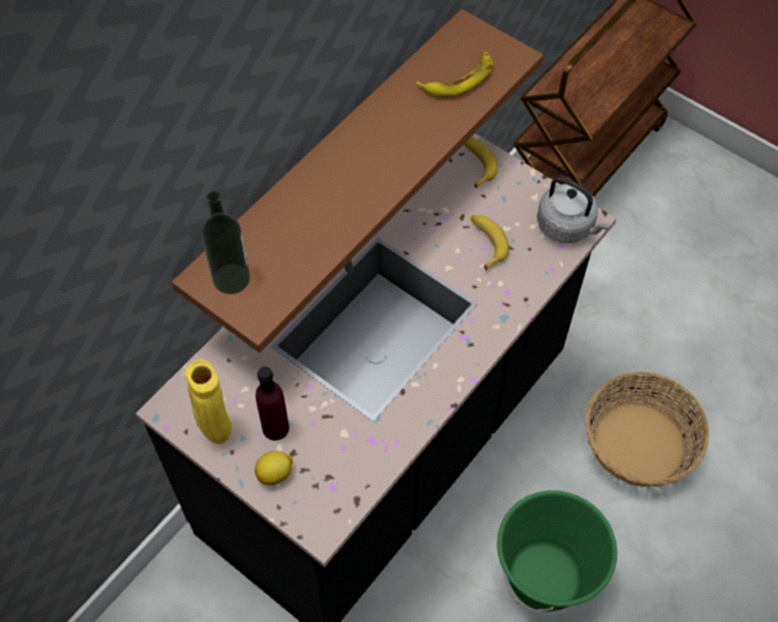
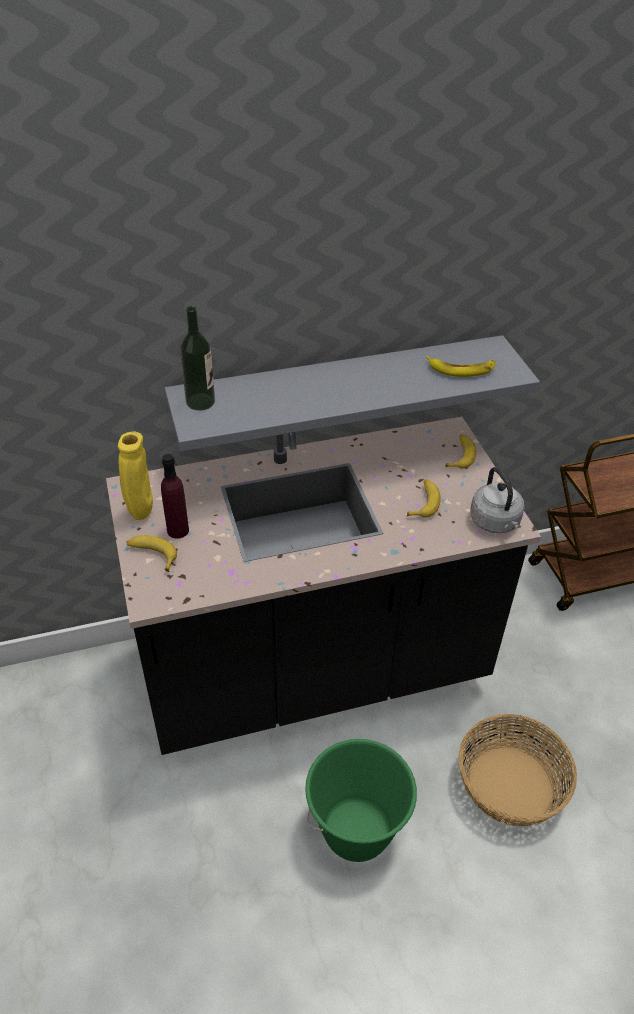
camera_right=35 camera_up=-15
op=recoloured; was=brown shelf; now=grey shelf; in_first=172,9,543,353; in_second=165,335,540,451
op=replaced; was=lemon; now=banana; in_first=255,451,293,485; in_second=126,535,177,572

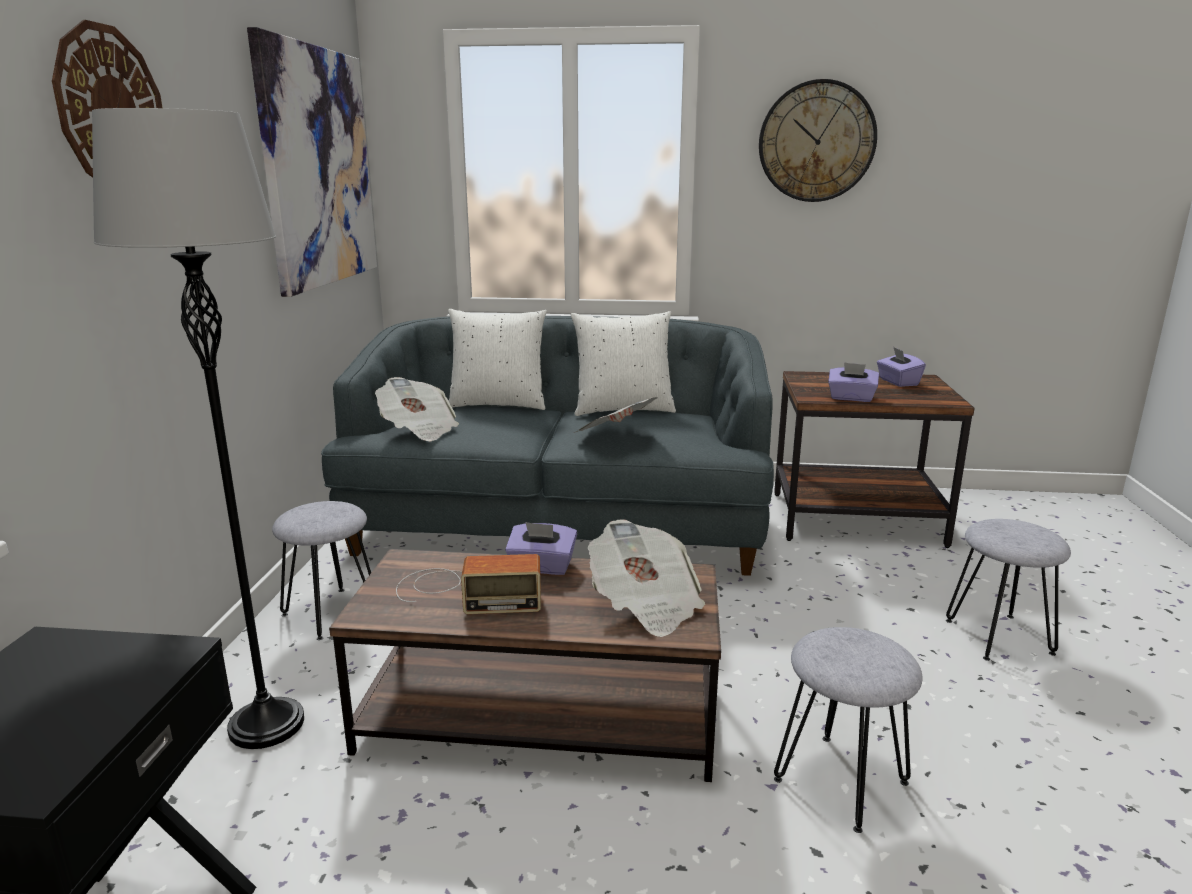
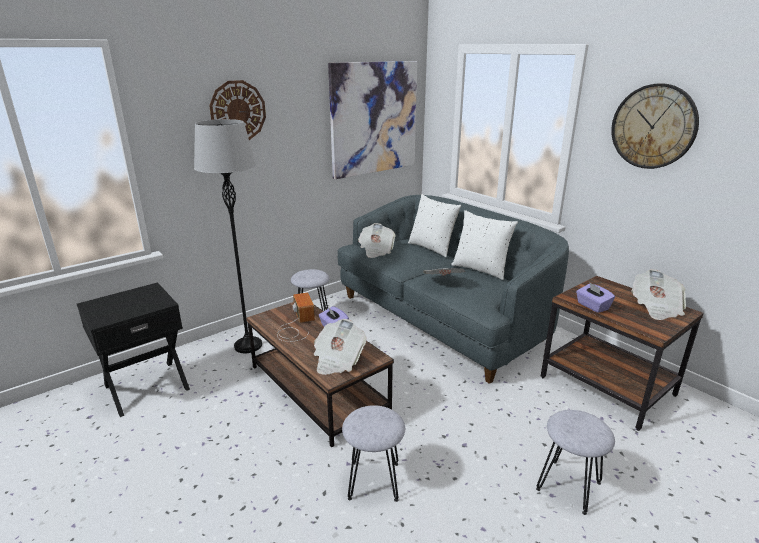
camera_right=45 camera_up=5
op=replaced; was=purple tissue box; now=newspaper; in_first=877,347,926,387; in_second=632,269,686,320
op=turned; was=radio; in_first=396,554,541,614; in_second=277,292,315,342; clockwise=-150

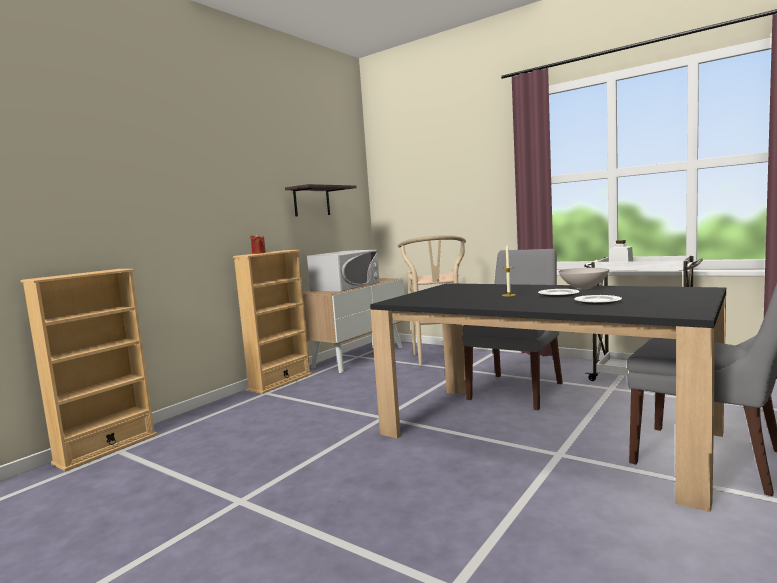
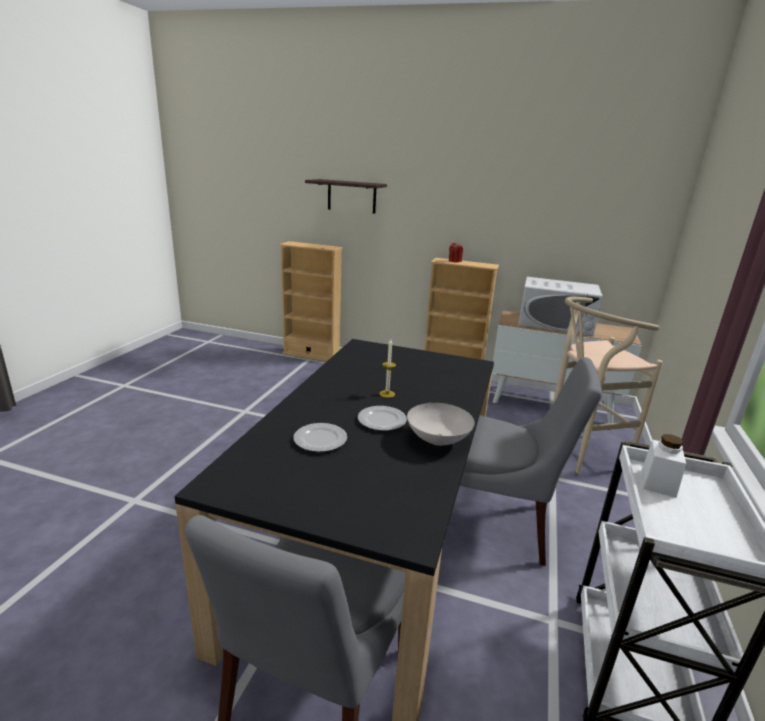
camera_right=70 camera_up=15
op=moved; was=shelf; in_first=285,184,357,217; in_second=305,179,387,214

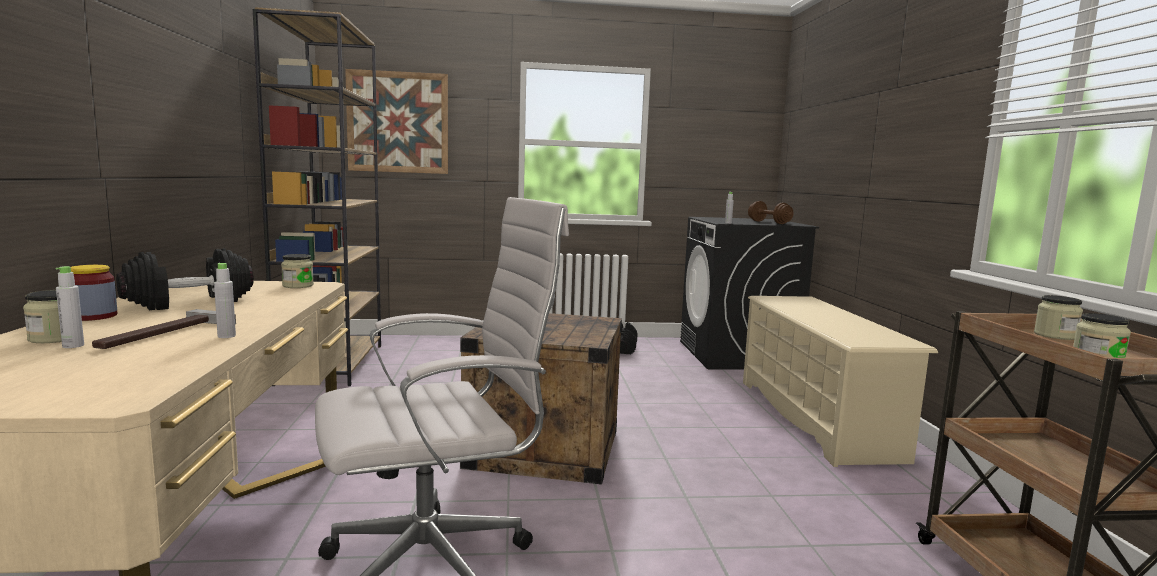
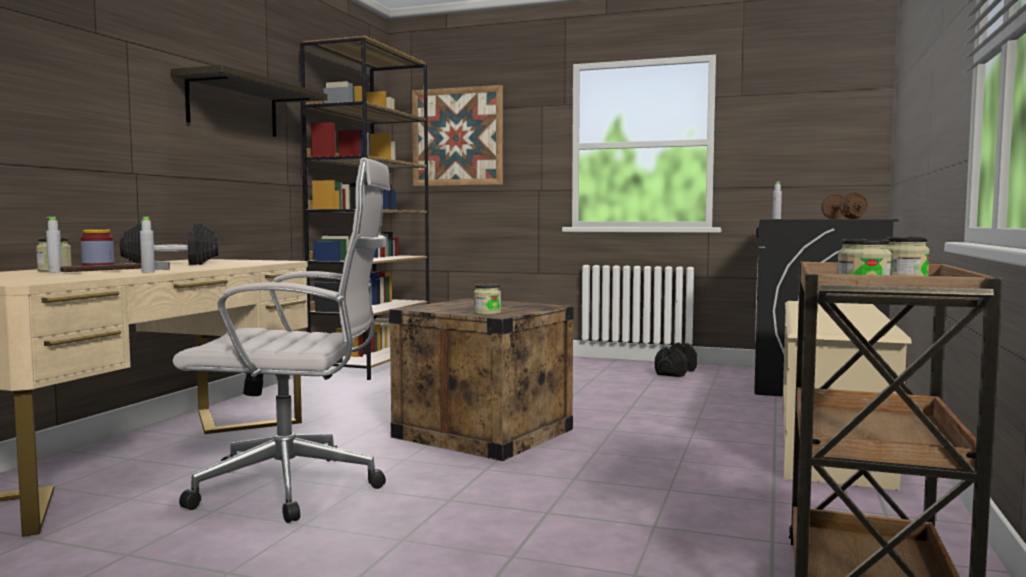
camera_right=25 camera_up=-5
op=moved; was=jar; in_first=281,254,314,288; in_second=474,284,501,315
op=added; now=shelf; in_second=171,65,328,137

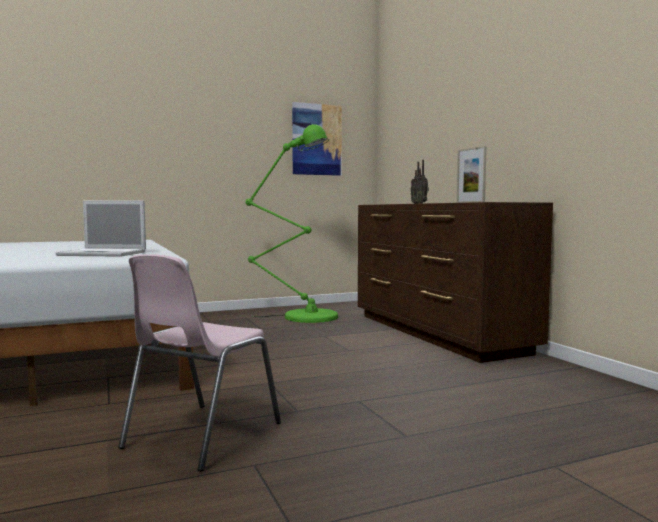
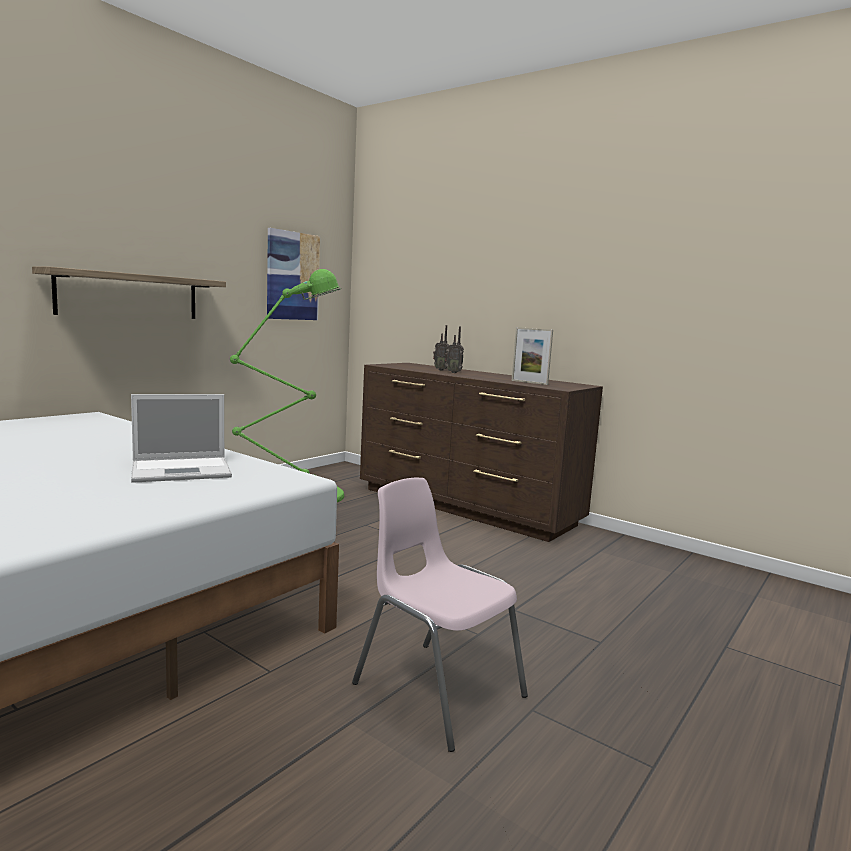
camera_right=-30 camera_up=5
op=turned; was=pink chair; in_first=118,254,281,471; in_second=352,478,528,752; clockwise=135
op=added; now=shelf; in_second=32,266,226,319

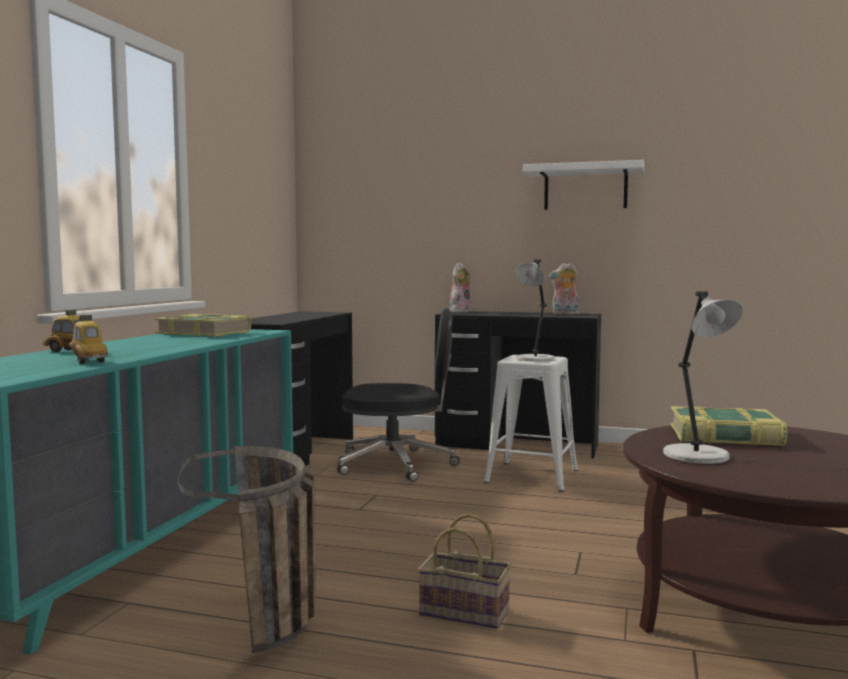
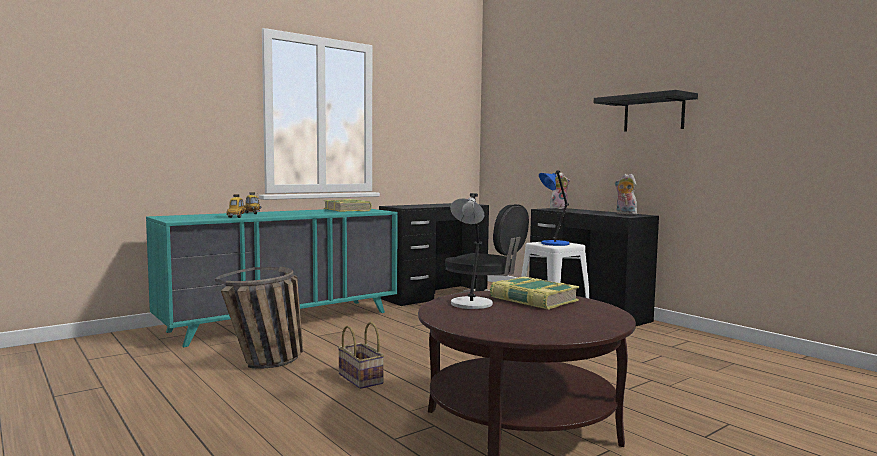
camera_right=35 camera_up=0
op=recoloured; was=white shelf; now=black shelf; in_first=523,160,644,210; in_second=594,90,698,132
op=recoloured; was=grey table lamp; now=blue table lamp; in_first=515,259,555,362; in_second=539,170,570,246

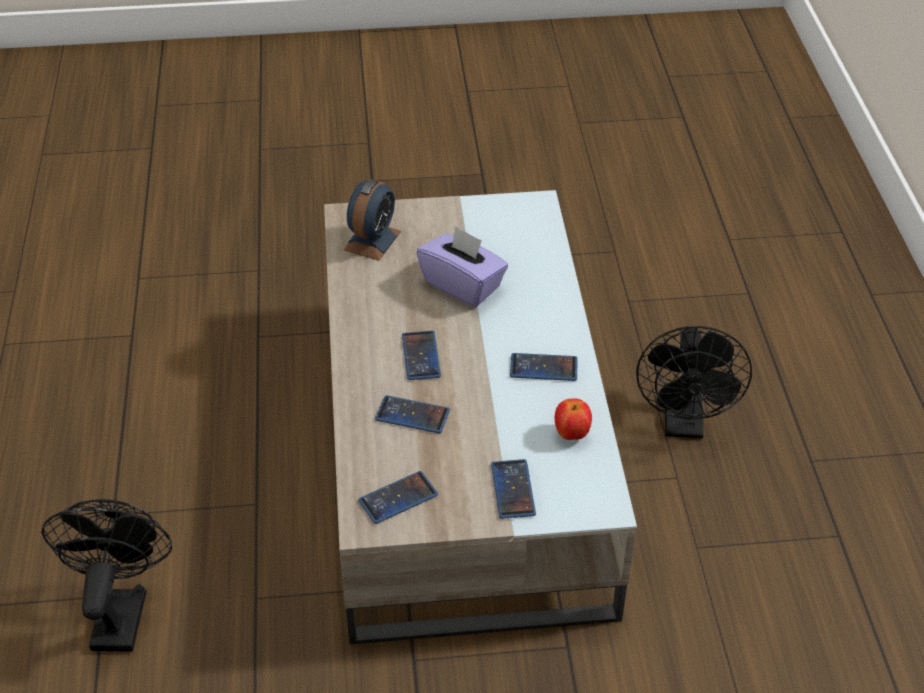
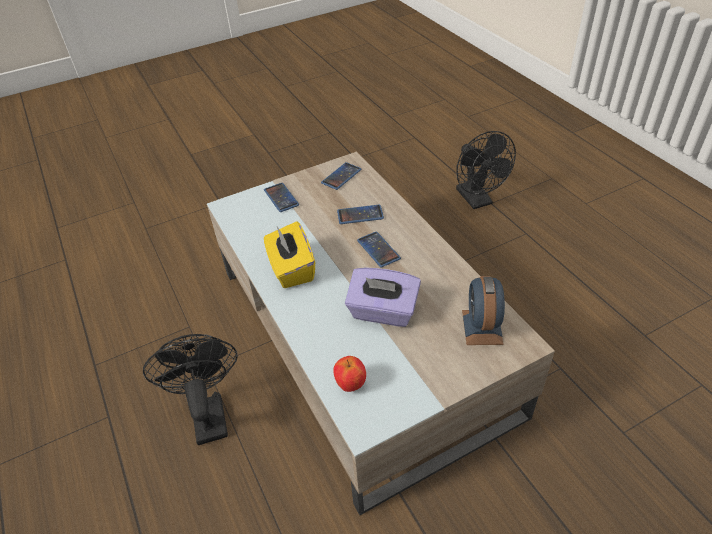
camera_right=160 camera_up=0
op=replaced; was=phone; now=yellow tissue box; in_first=510,353,578,381; in_second=264,221,315,288
op=moved; was=apple; in_first=555,398,592,440; in_second=333,356,366,392

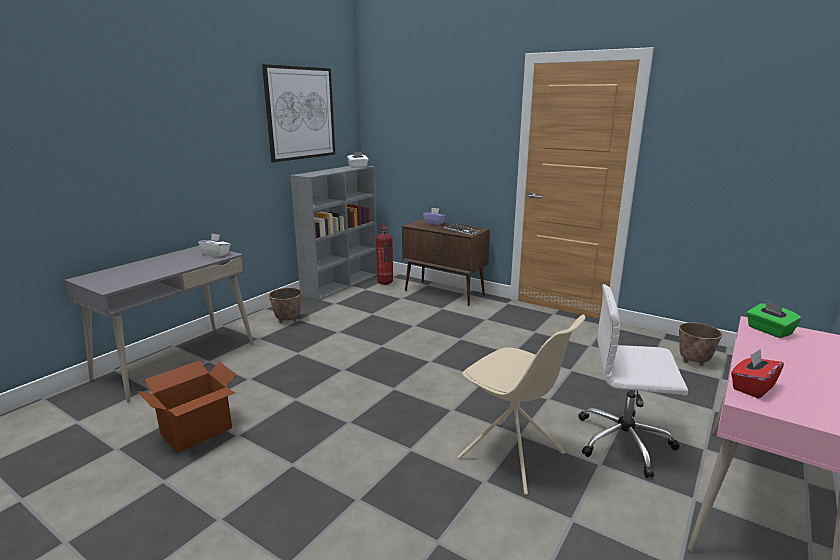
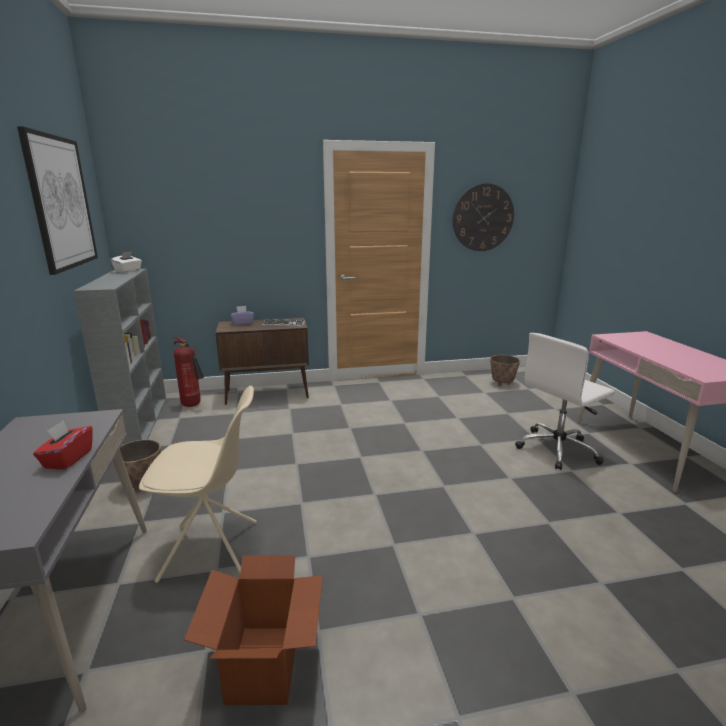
camera_right=-45 camera_up=0
op=removed; was=white tissue box; in_first=199,234,231,257
op=removed; was=green tissue box; in_first=747,300,802,338
op=moved; was=beige chair; in_first=457,315,585,495; in_second=139,386,257,583
op=moved; was=red tissue box; in_first=731,349,784,398; in_second=33,420,93,470
op=added; now=wall clock; in_second=453,183,514,251

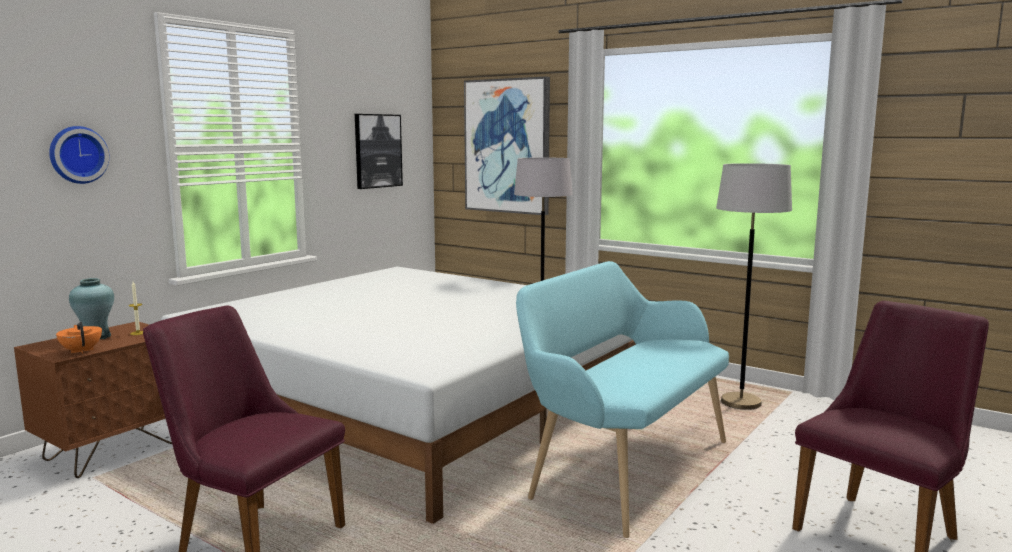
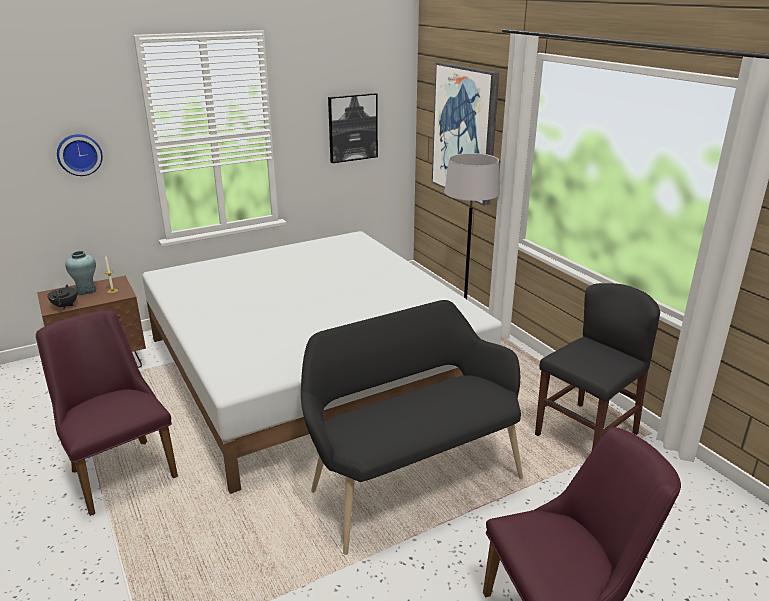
camera_right=25 camera_up=15
op=replaced; was=grey floor lamp; now=black chair; in_first=716,163,792,410; in_second=535,283,660,450
op=recoloured; was=turquoise bench; now=black bench; in_first=516,261,729,538; in_second=301,300,523,555
op=recoloured; was=orange teapot; now=black teapot; in_first=56,322,102,354; in_second=47,285,77,309

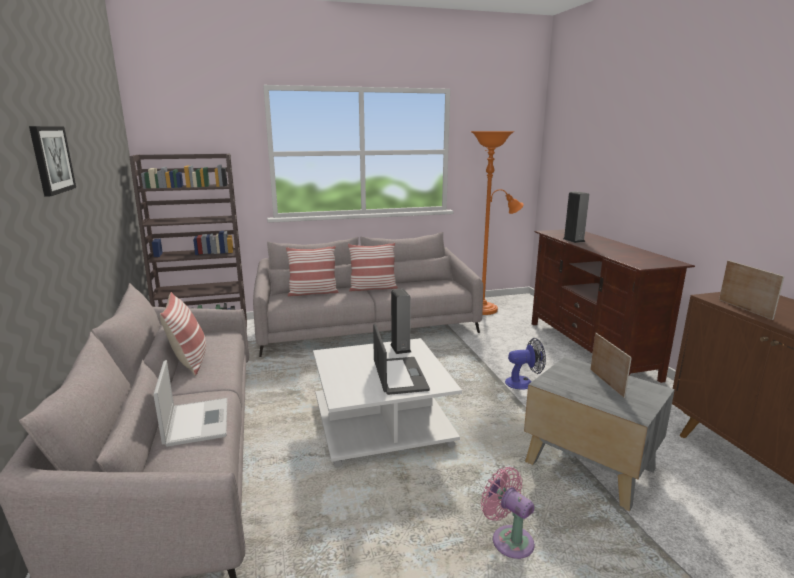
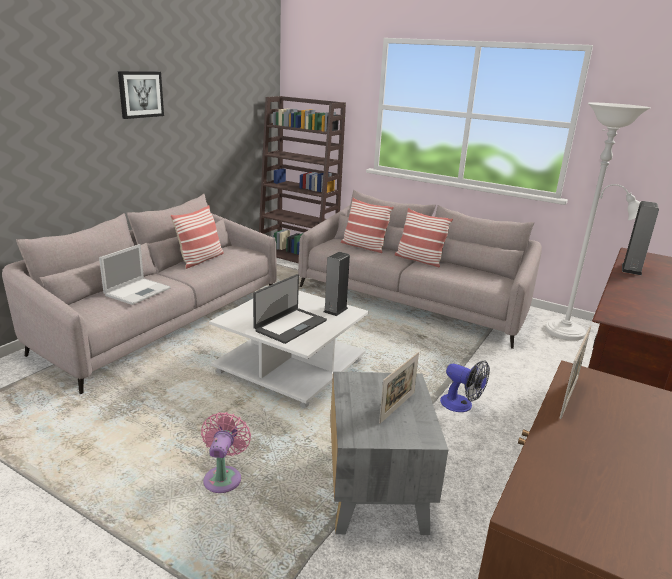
camera_right=45 camera_up=5
op=recoloured; was=orange floor lamp; now=white floor lamp; in_first=471,131,524,315; in_second=545,102,651,341

